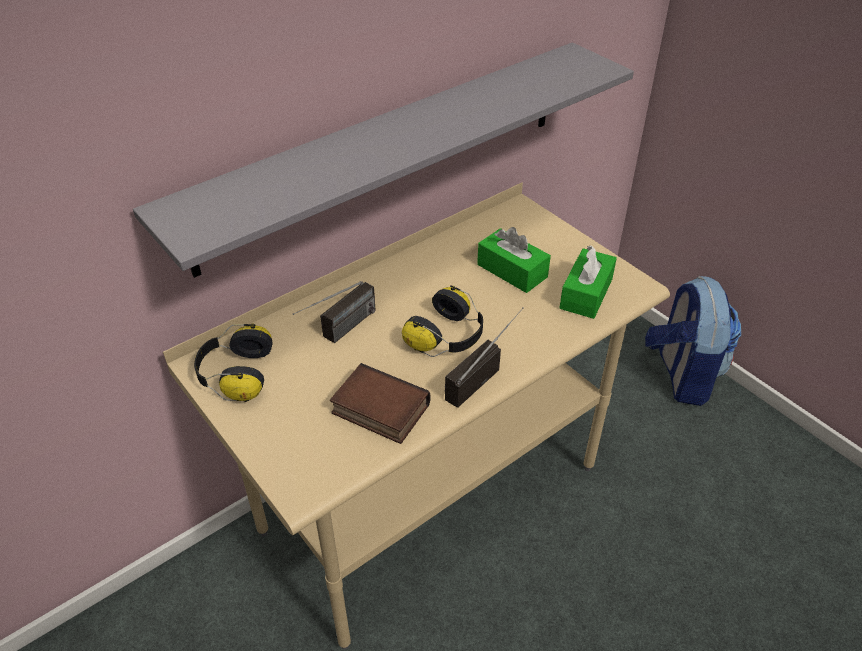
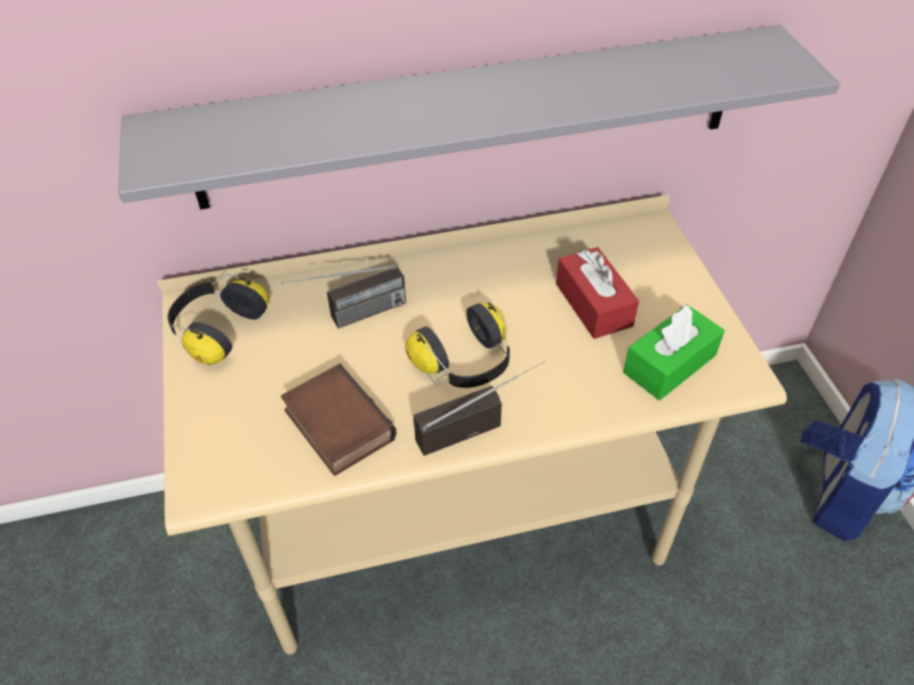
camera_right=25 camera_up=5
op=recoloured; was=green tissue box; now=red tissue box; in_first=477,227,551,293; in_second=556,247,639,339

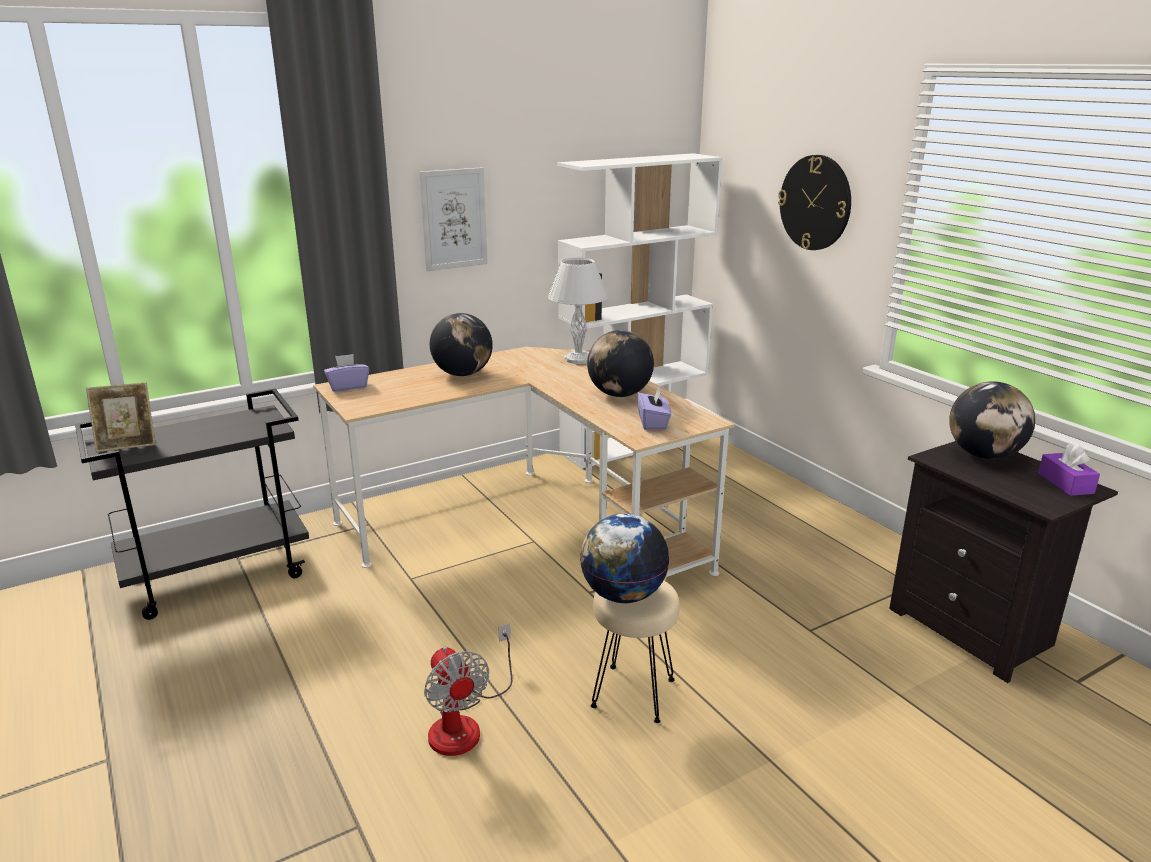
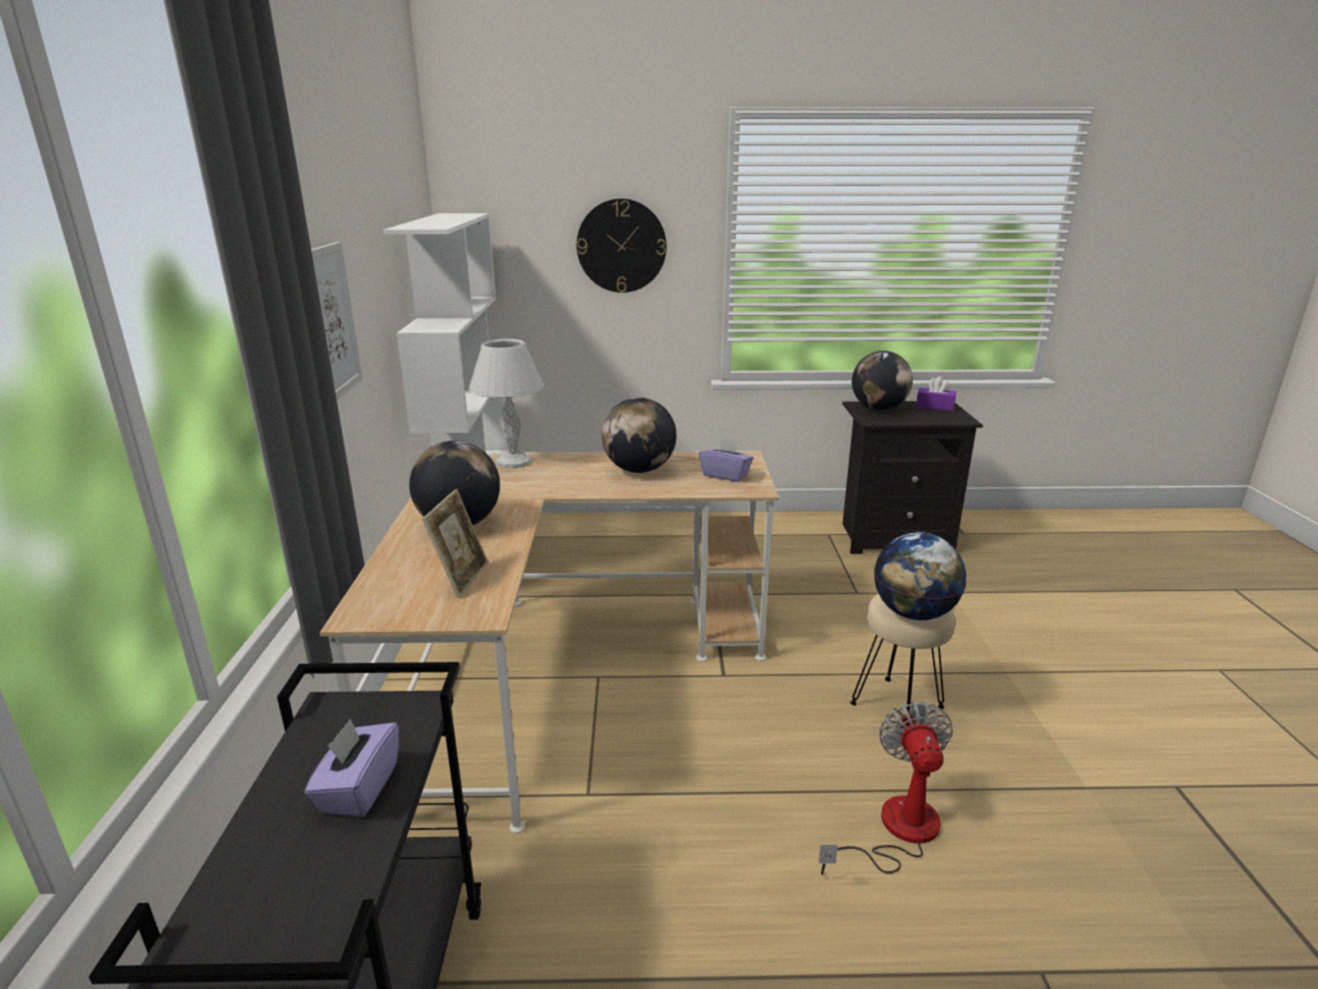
camera_right=-60 camera_up=0
op=moved; was=purple tissue box; in_first=324,354,369,392; in_second=305,719,399,817
op=moved; was=picture frame; in_first=86,382,156,452; in_second=422,489,488,598
op=turned; was=fan; in_first=424,623,513,756; in_second=819,701,953,875; clockwise=-90

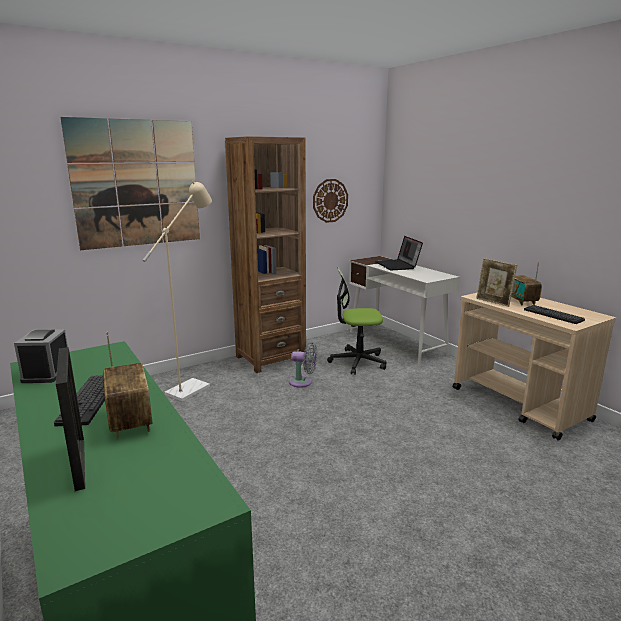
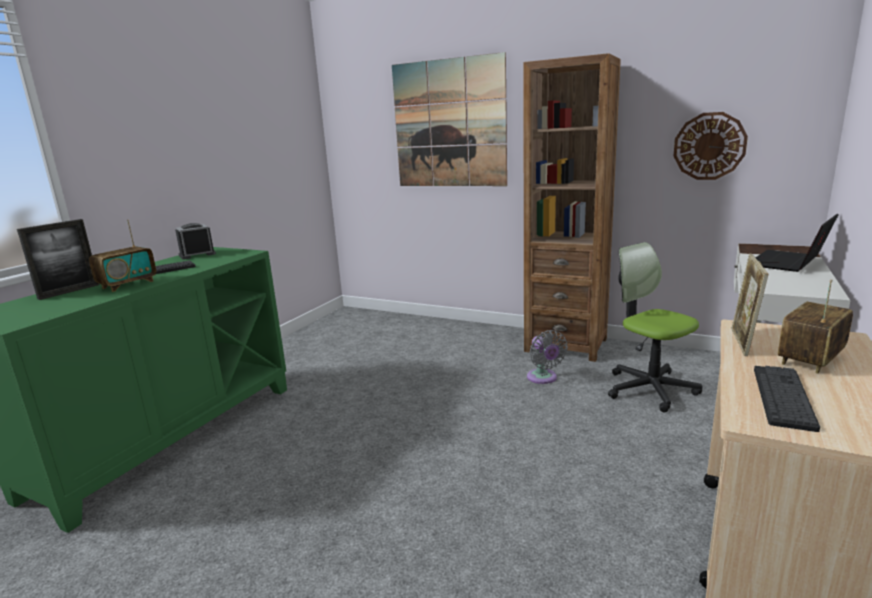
camera_right=60 camera_up=0
op=removed; was=beige floor lamp; in_first=143,181,212,401

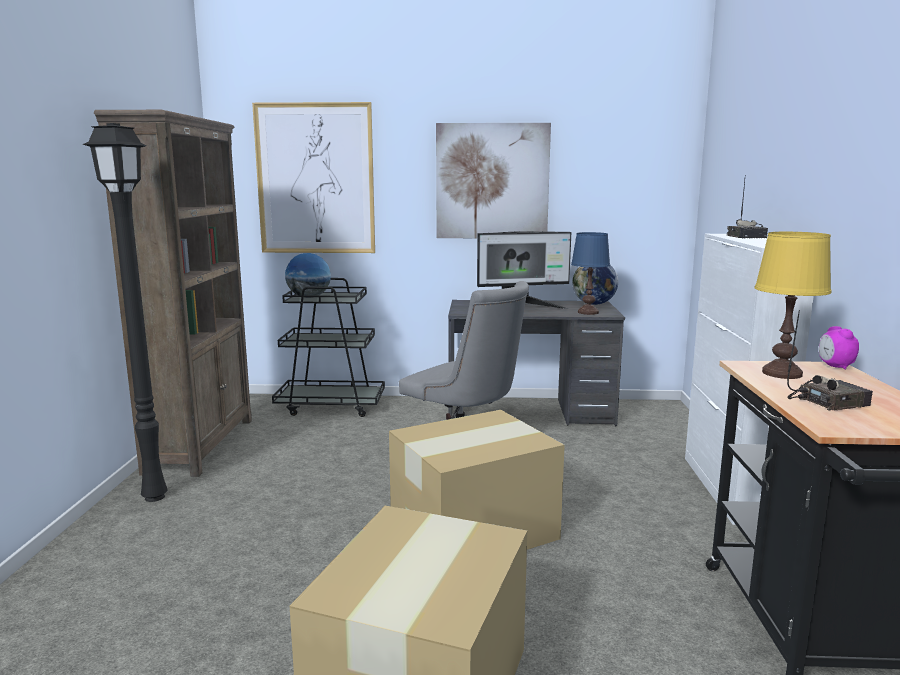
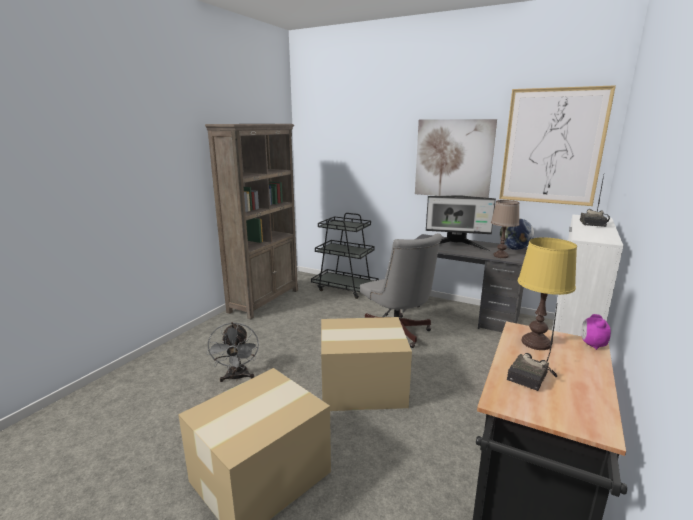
camera_right=25 camera_up=5
op=moved; was=picture; in_first=252,102,375,253; in_second=499,85,616,206
op=removed; was=black floor lamp; in_first=82,123,168,502
op=recoloured; was=blue table lamp; now=brown table lamp; in_first=571,232,610,315; in_second=491,200,520,258
op=removed; was=globe; in_first=285,253,331,298
op=turned; was=radio; in_first=787,310,873,411; in_second=507,305,557,391; clockwise=120
op=added; now=grey fan; in_second=207,322,259,382

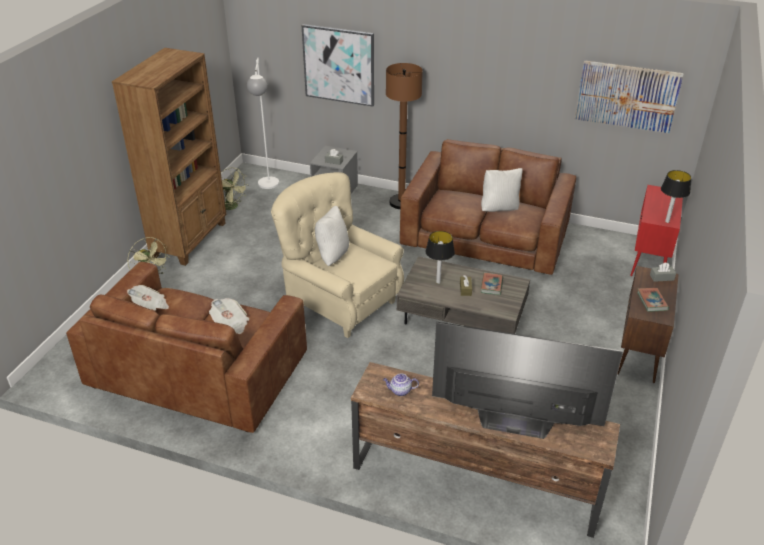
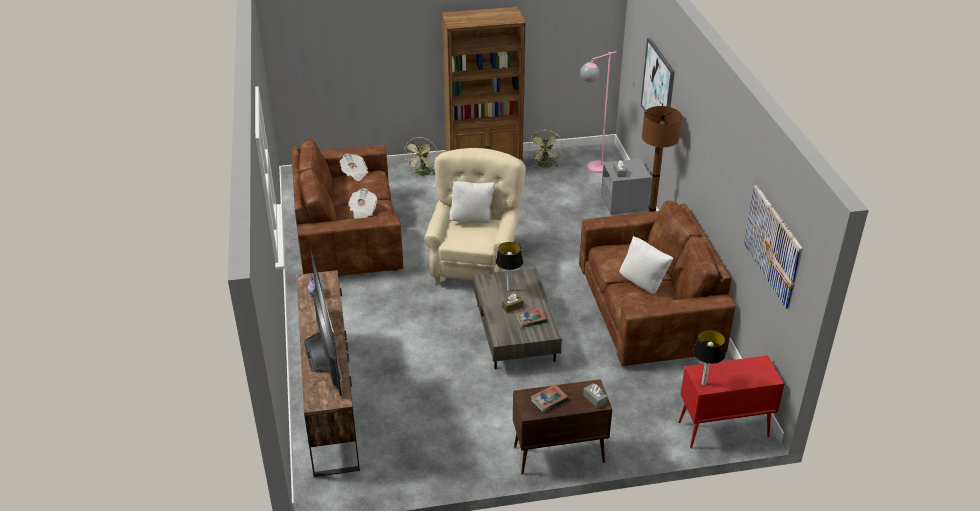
camera_right=60 camera_up=0
op=recoloured; was=white floor lamp; now=pink floor lamp; in_first=247,58,279,189; in_second=580,51,617,173

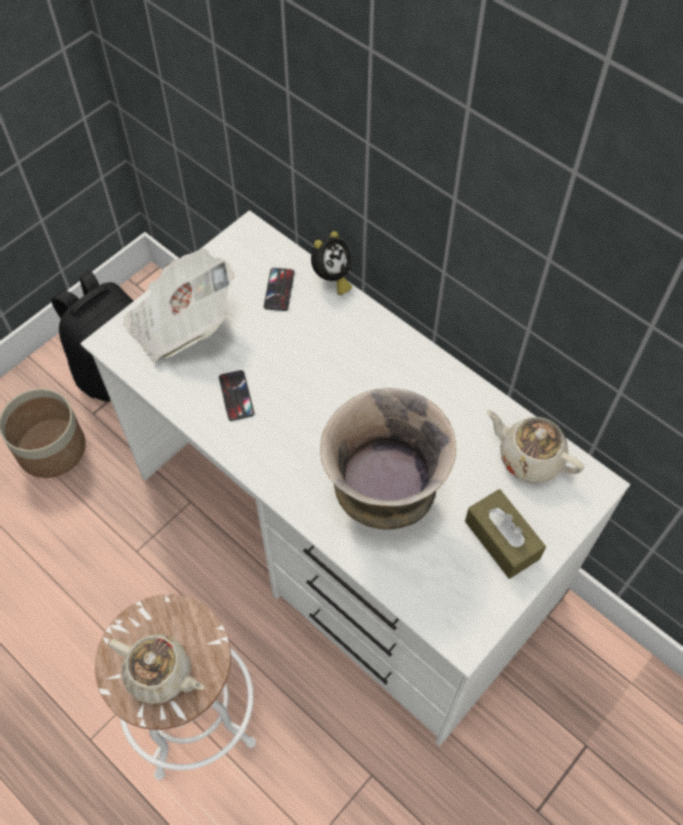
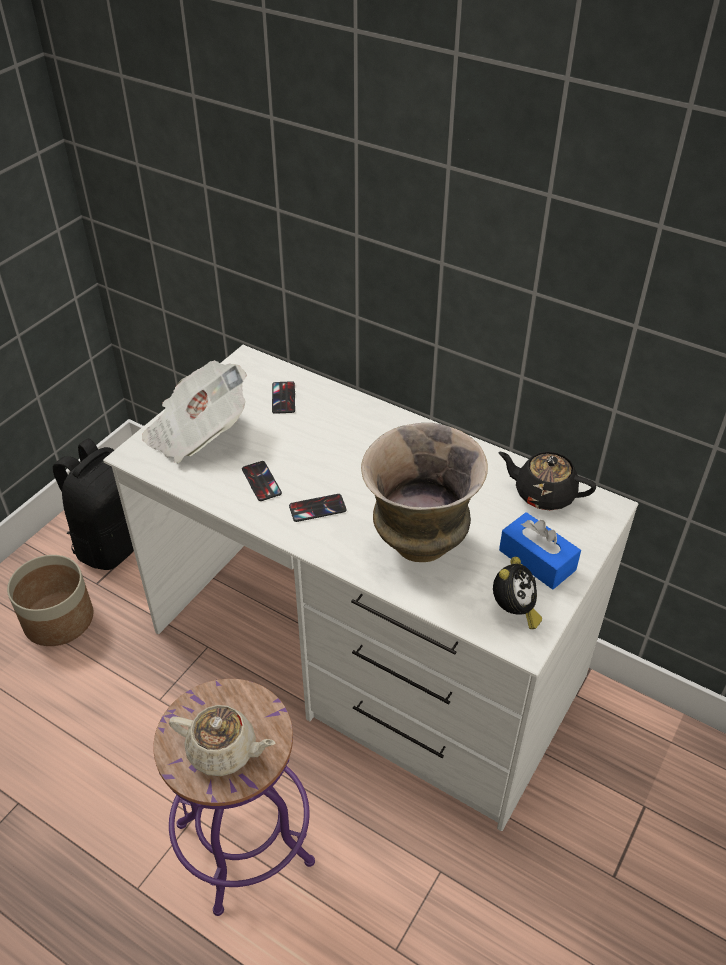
camera_right=-10 camera_up=-15
op=moved; was=alarm clock; in_first=311,231,352,295; in_second=493,556,542,629
op=recoloured; was=beige teapot; now=black teapot; in_first=486,410,584,483; in_second=498,451,596,510
op=recoloured; was=brown tissue box; now=blue tissue box; in_first=465,489,546,579; in_second=499,512,581,589
op=recoloured; was=white stool; now=purple stool; in_first=95,594,256,780; in_second=153,679,315,916
op=added; now=phone; in_second=289,494,347,522

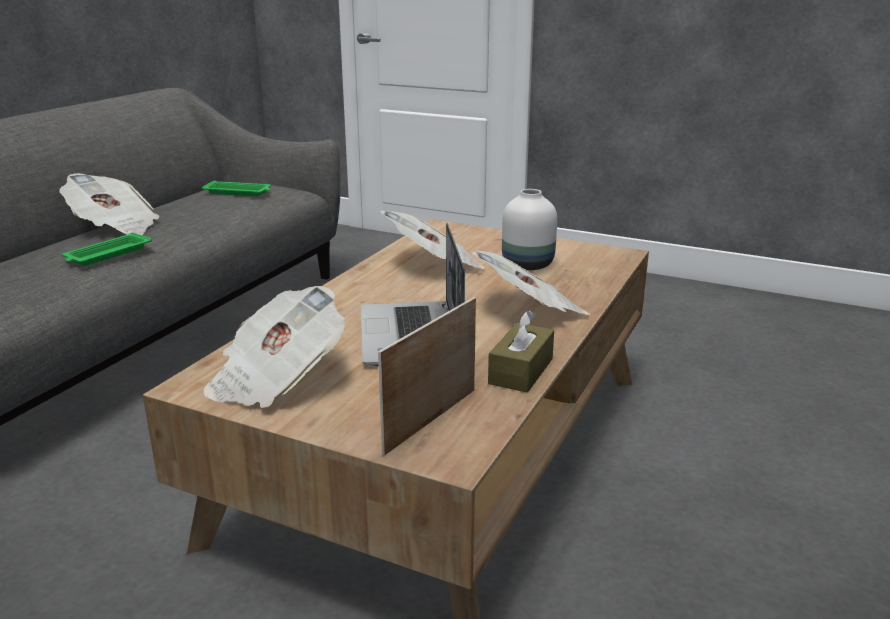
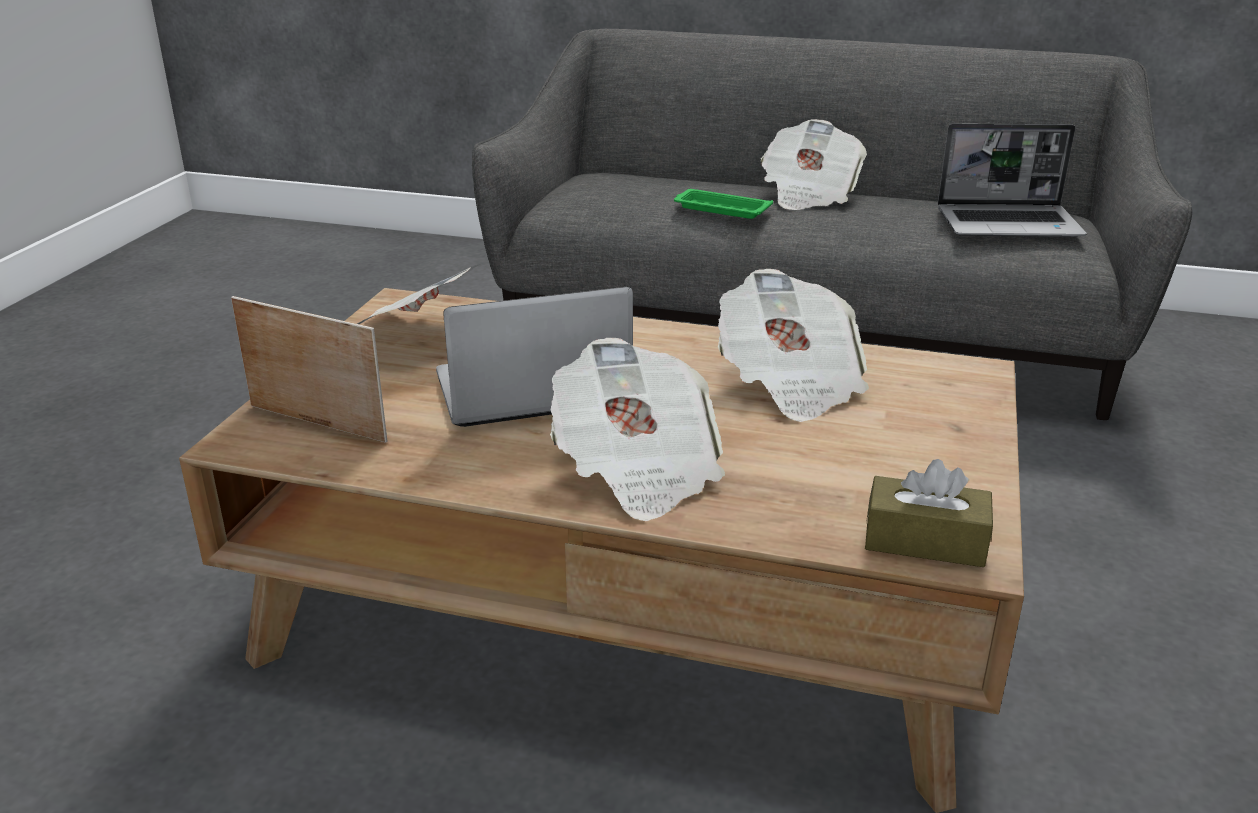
camera_right=80 camera_up=5
op=replaced; was=green tray; now=laptop; in_first=202,180,271,196; in_second=938,123,1087,237
op=removed; was=white vase; in_first=502,189,557,270
op=moved; was=brown tissue box; in_first=488,310,554,393; in_second=865,459,993,567

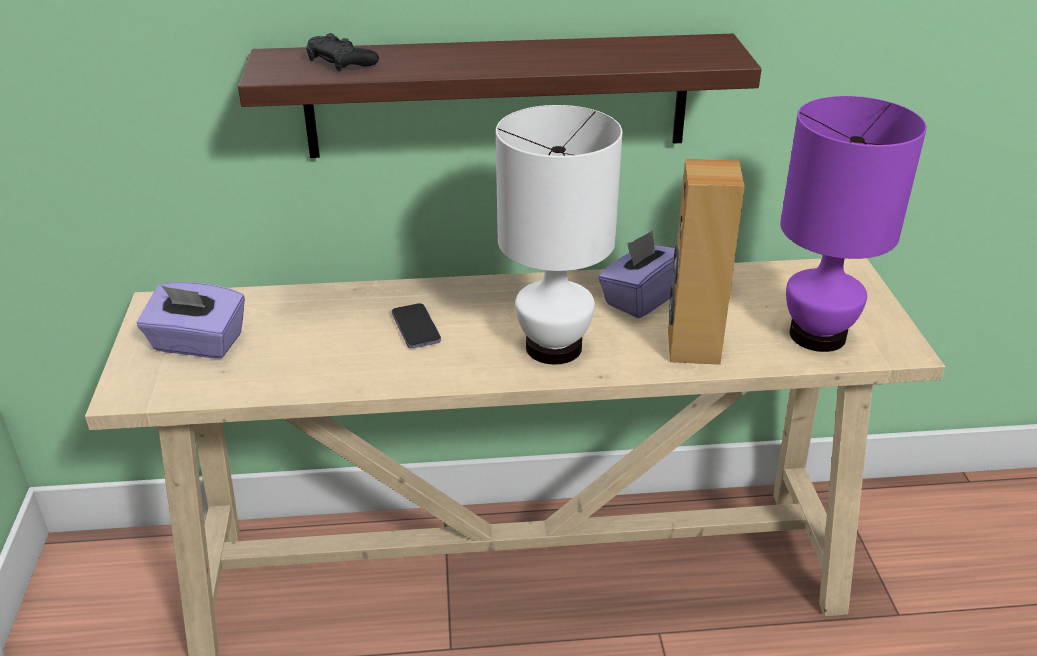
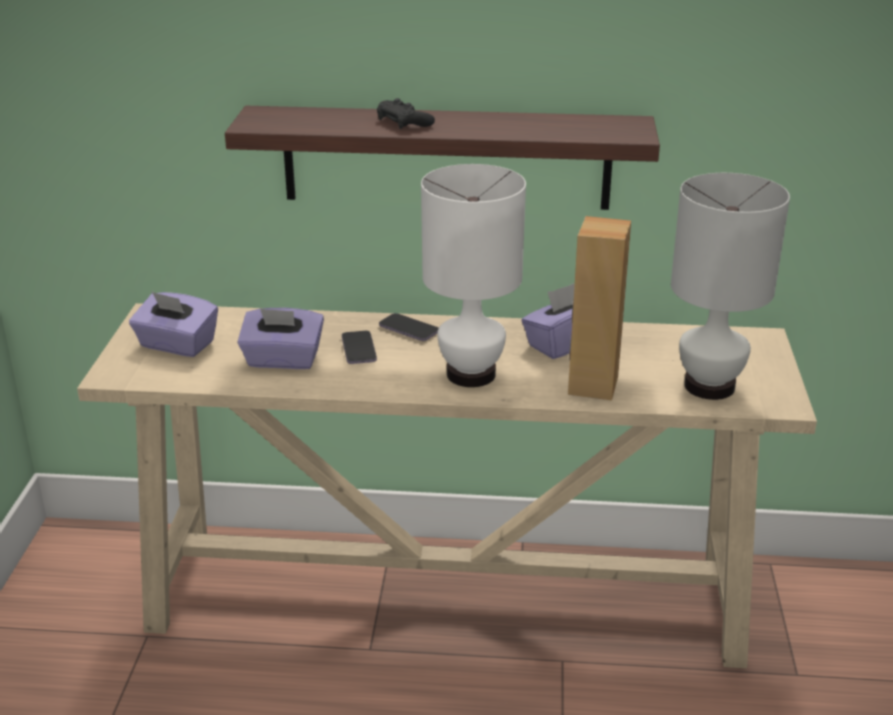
camera_right=10 camera_up=-5
op=moved; was=black game controller; in_first=306,33,379,71; in_second=377,98,435,129
op=recoloured; was=purple table lamp; now=white table lamp; in_first=780,96,927,352; in_second=671,173,790,400
op=added; now=purple tissue box; in_second=237,308,324,369
op=added; now=phone; in_second=379,313,439,341

